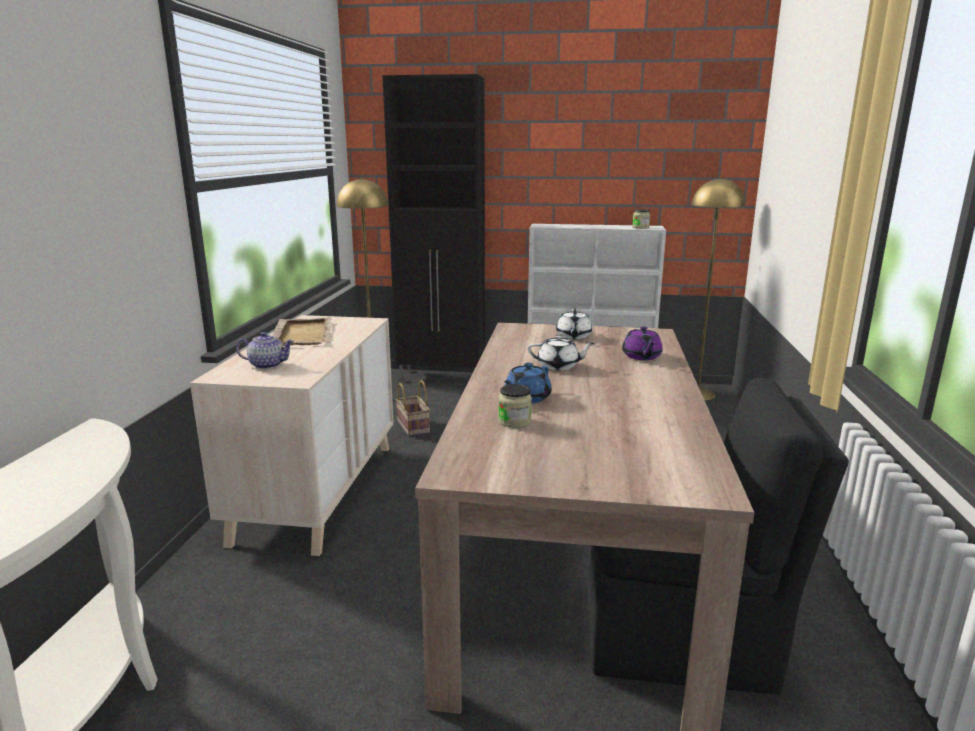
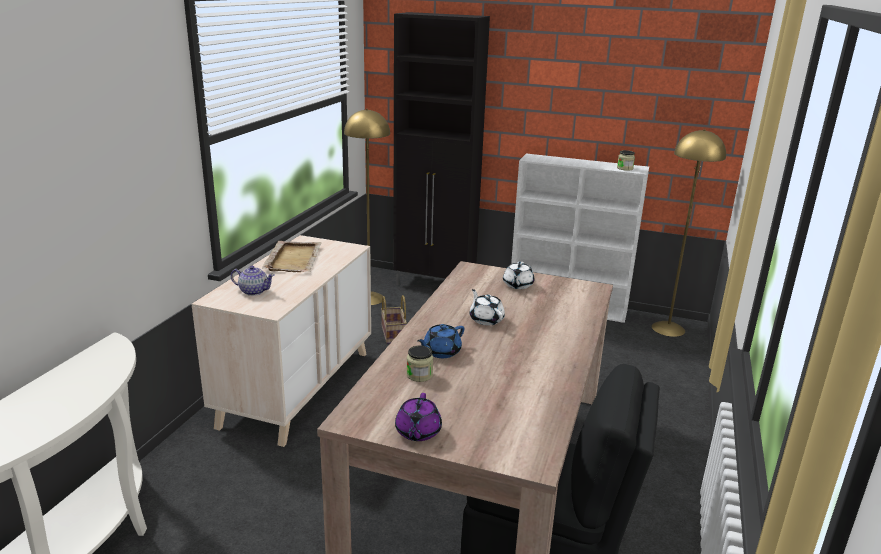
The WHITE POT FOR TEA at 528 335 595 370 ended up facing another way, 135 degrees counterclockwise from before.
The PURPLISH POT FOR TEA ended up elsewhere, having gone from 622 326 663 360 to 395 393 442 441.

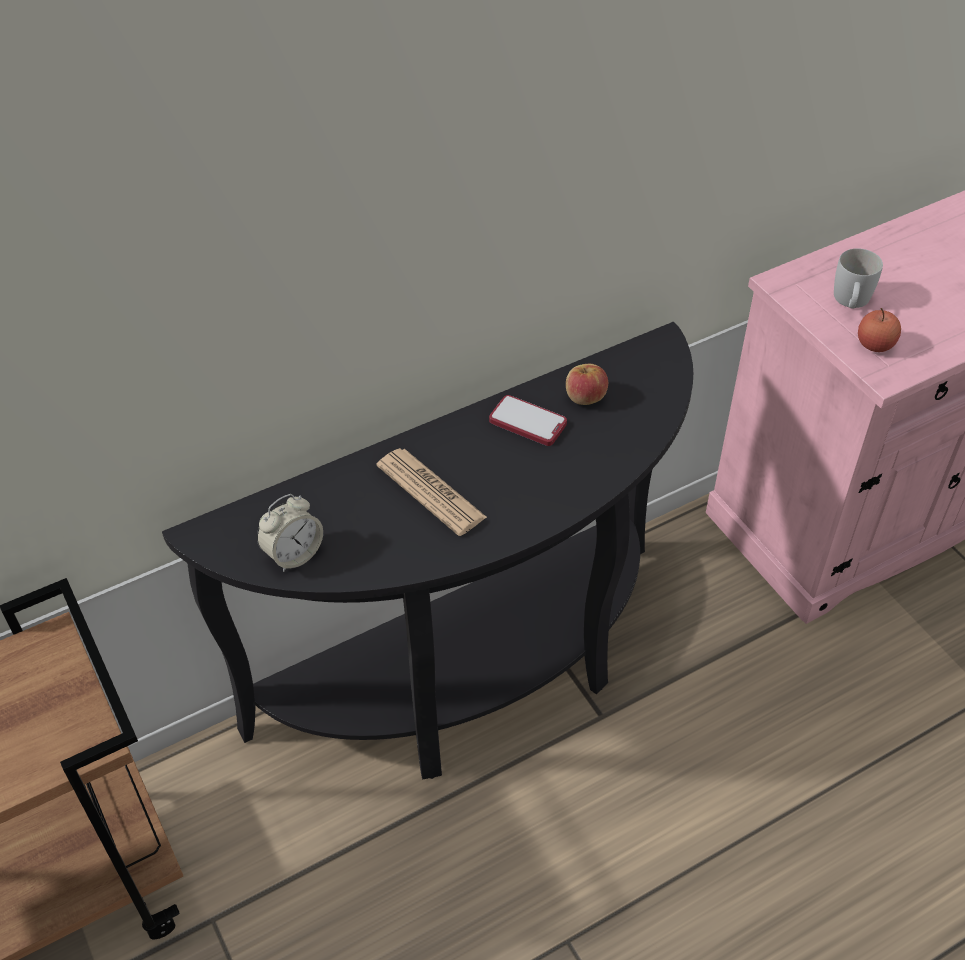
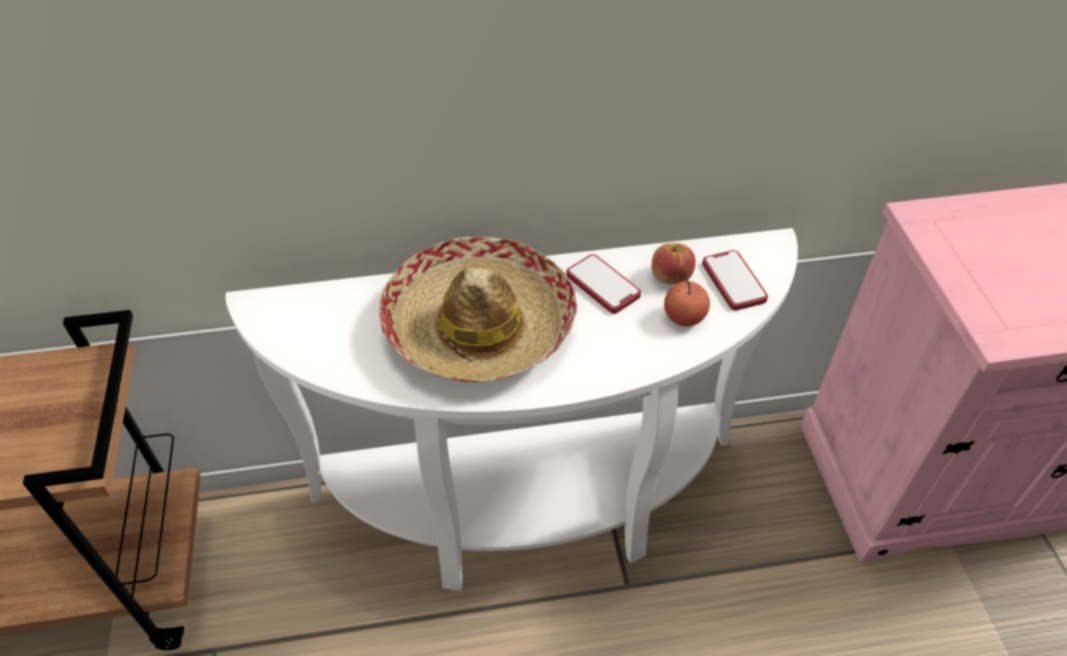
What was the BLACK-COLOURED CONSOLE TABLE at 162 322 693 779 turned into the WHITE CONSOLE TABLE at 225 228 798 591.
The second view lost the BEDSIDE CLOCK at 257 494 323 572.
Where the DAILY PAPER stood at 376 448 487 536, the WEARABLE HAT came to stand at 379 236 577 382.
The second view lost the WHITE MUG at 834 248 883 309.
The APPLE ended up elsewhere, having gone from 858 308 901 352 to 664 280 710 327.
The second view gained the HANDSET at 702 250 768 310.

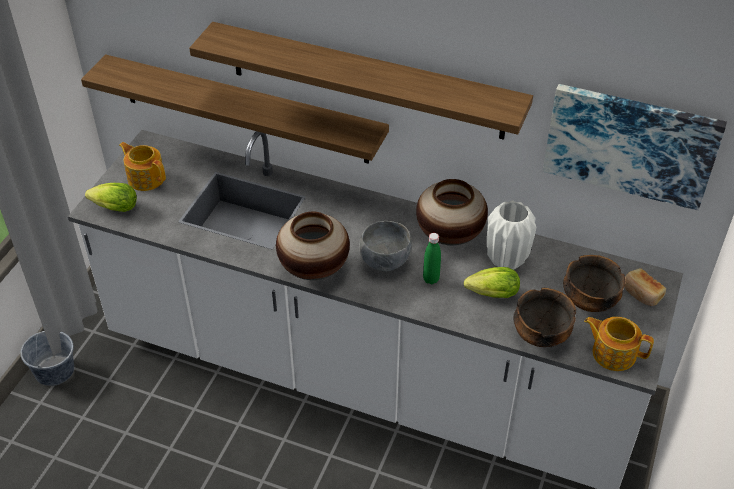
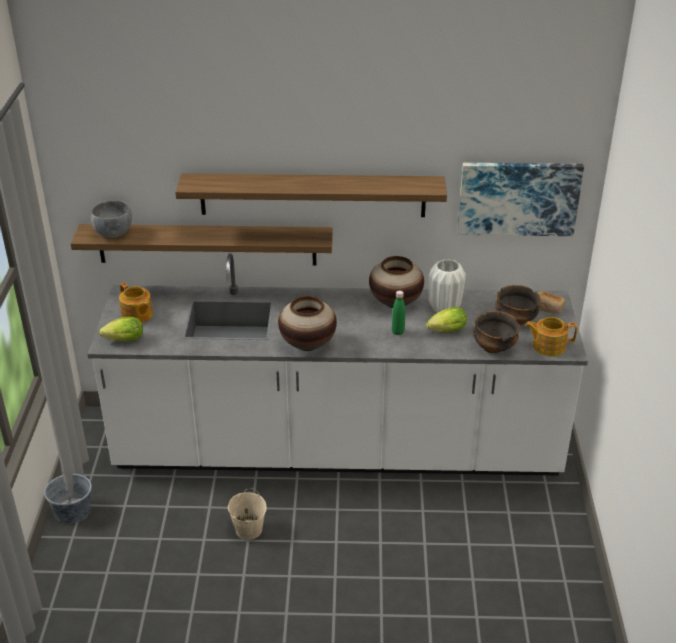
The POT FOR TEA at 119 142 166 191 ended up facing another way, 150 degrees counterclockwise from before.
The GREYISH SERVING BOWL ended up elsewhere, having gone from 359 221 412 271 to 90 201 132 238.
The second view gained the SAND-COLOURED WATER BUCKET at 228 488 267 540.

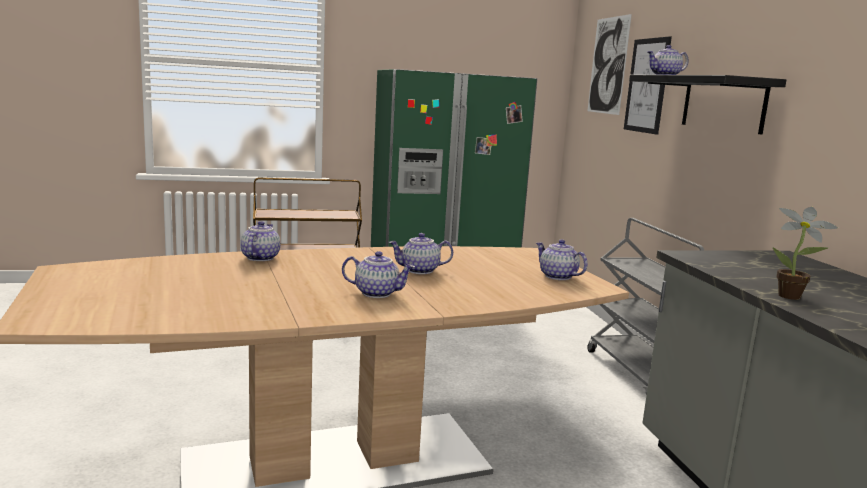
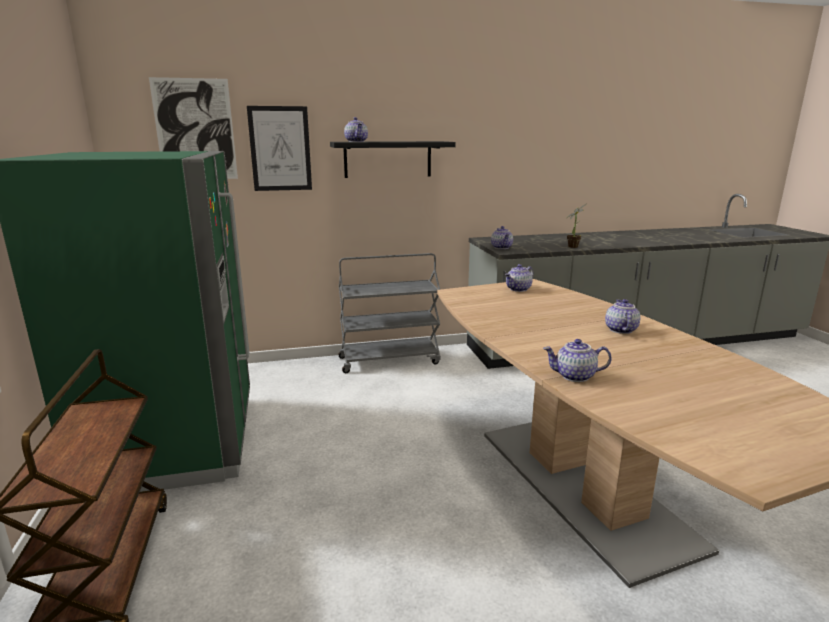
The POT FOR TEA ended up elsewhere, having gone from 389 233 453 274 to 491 226 513 249.

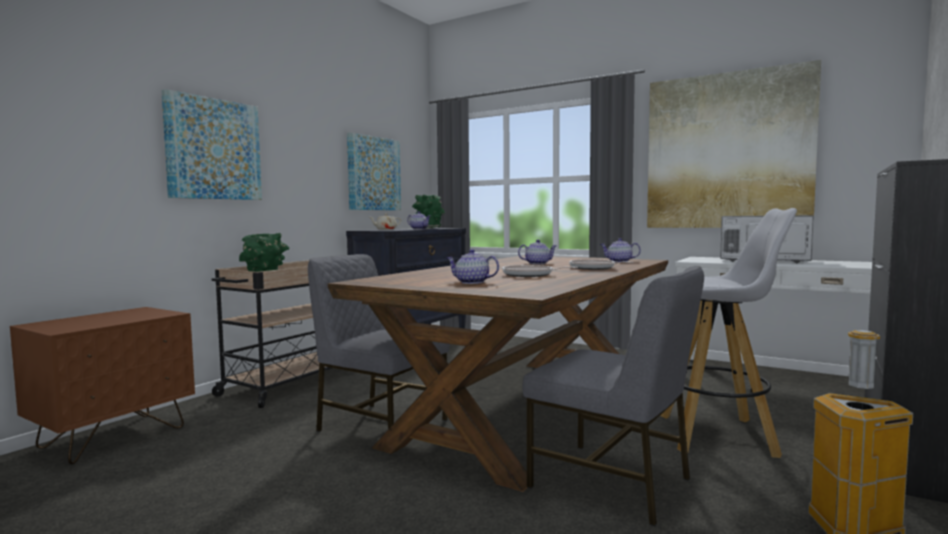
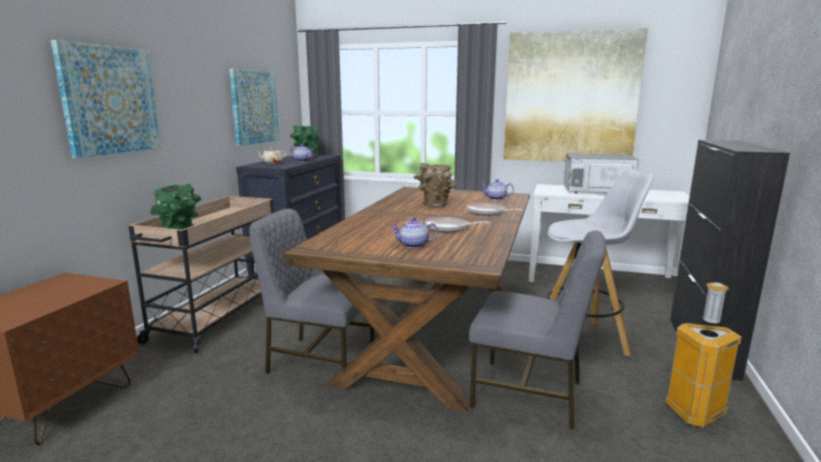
Where the POT FOR TEA stood at 518 240 556 265, the BROWN VASE came to stand at 414 163 456 206.

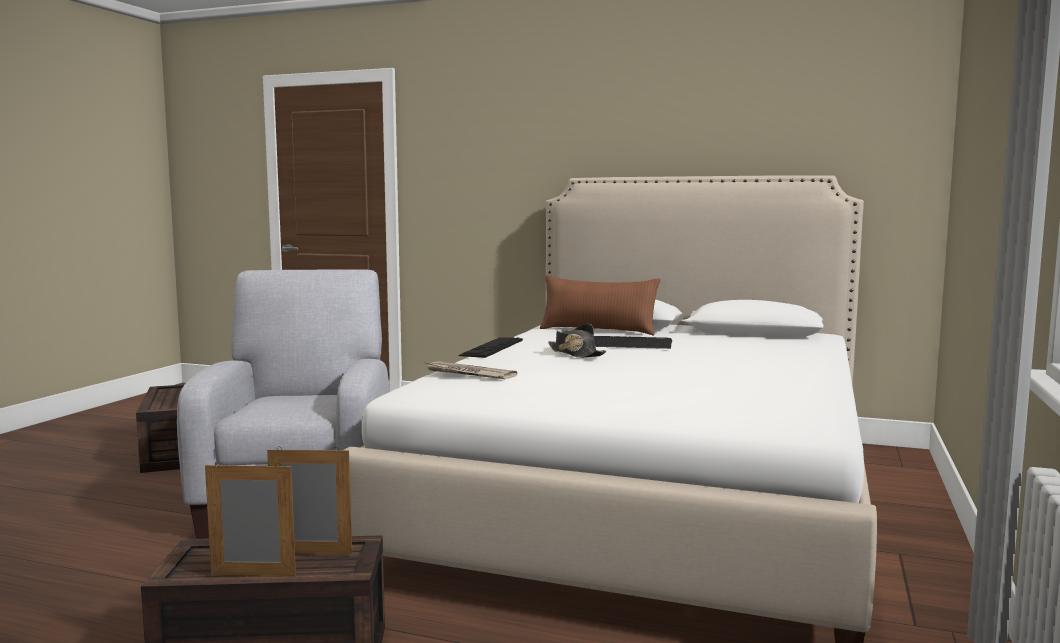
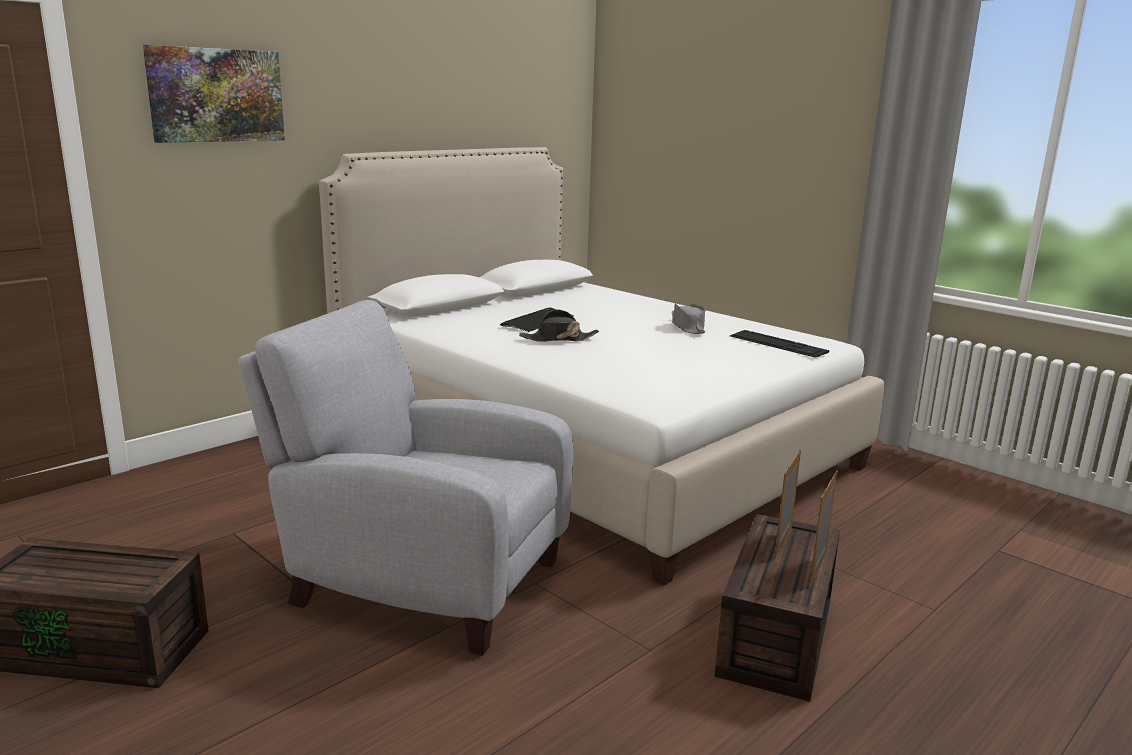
The second view lost the DAILY PAPER at 424 361 517 379.
The COMPUTER KEYBOARD ended up elsewhere, having gone from 459 338 523 358 to 730 330 829 358.
The second view lost the BROWN CUSHION at 540 275 661 335.
The second view gained the WALL PICTURE at 143 45 285 143.
The second view gained the GREYISH WEARABLE HAT at 672 303 705 334.

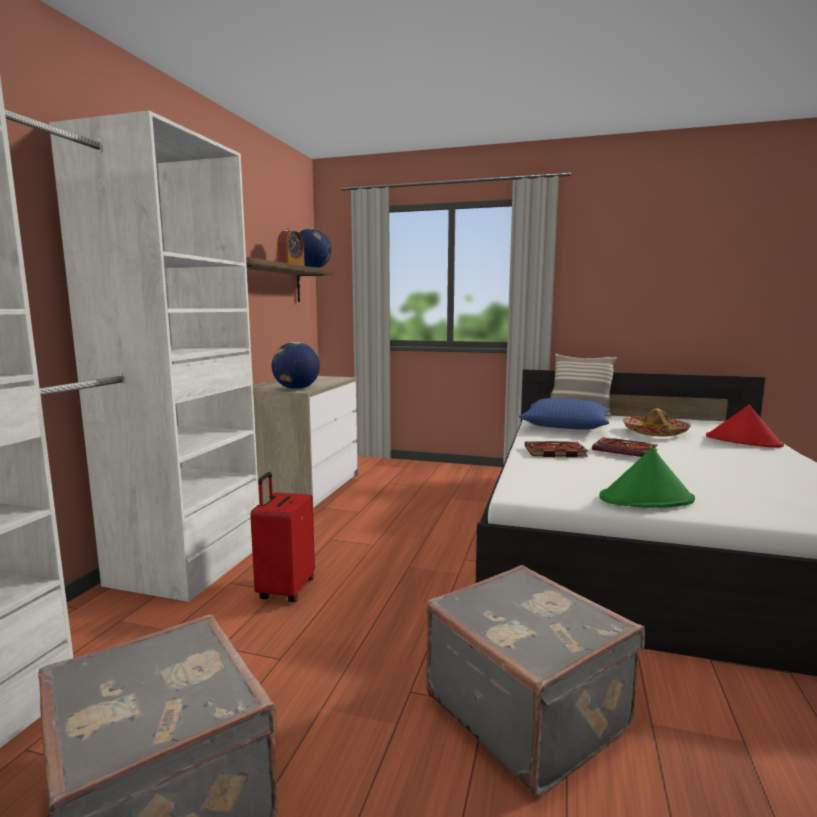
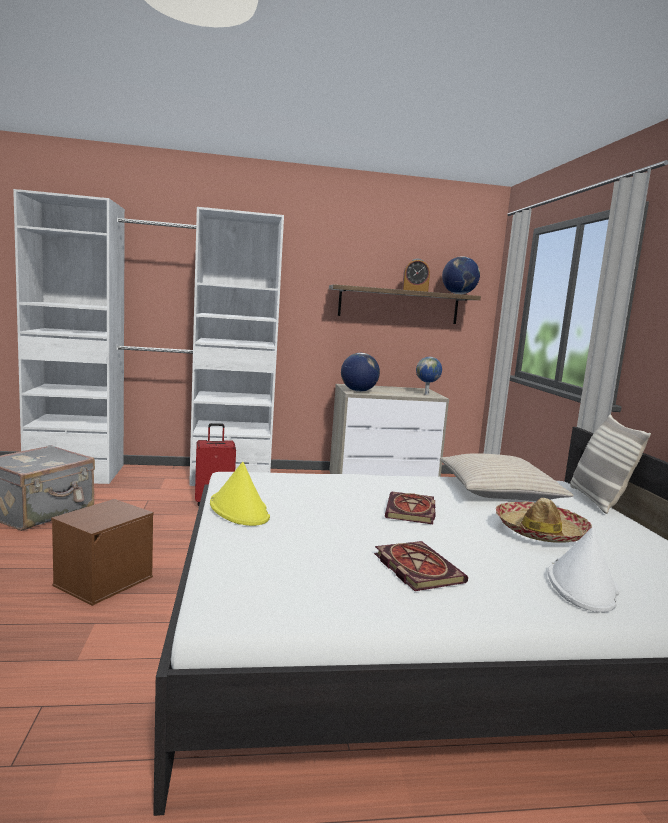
Where the GREYISH SUITCASE stood at 426 565 645 796, the BROWN STORAGE BOX came to stand at 51 499 154 606.
What was the BLUE CUSHION at 519 398 610 430 turned into the SAND-COLOURED CUSHION at 440 453 574 501.
The VOLUME ended up elsewhere, having gone from 525 441 588 457 to 374 541 468 591.
What was the GREEN WEARABLE HAT at 599 447 695 508 turned into the YELLOW-COLOURED WEARABLE HAT at 210 462 270 526.
What was the RED WEARABLE HAT at 706 405 784 448 turned into the WHITE WEARABLE HAT at 548 527 619 612.
The second view gained the DESK GLOBE at 416 357 442 395.

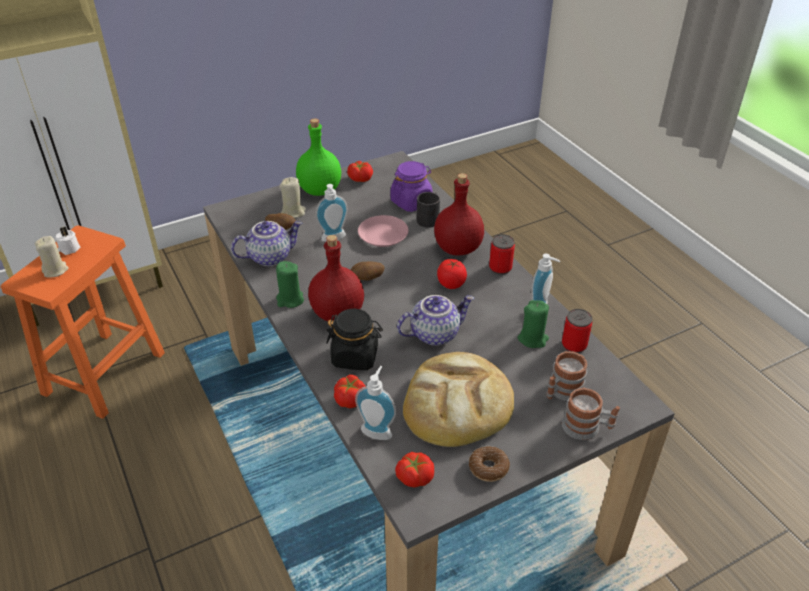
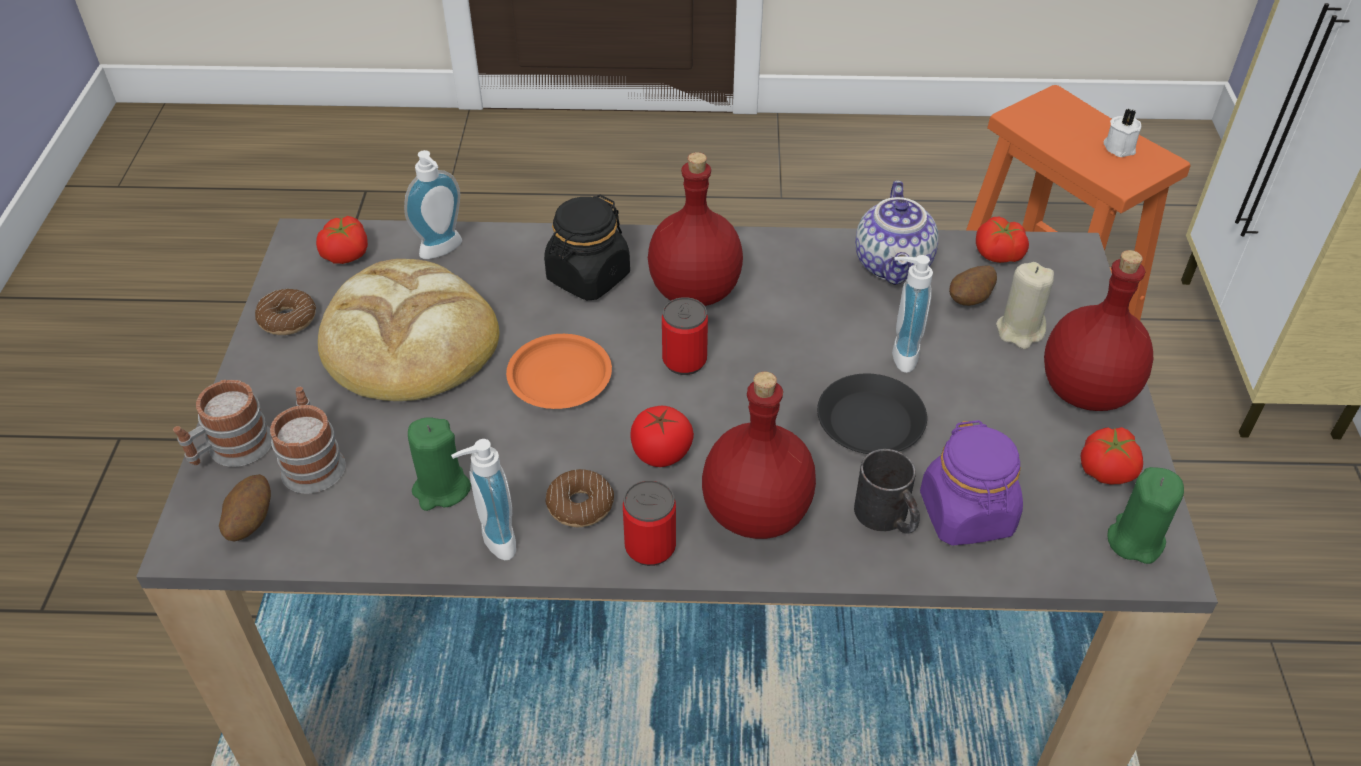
The second view lost the SAND-COLOURED CANDLE at 35 236 68 278.
The GREEN CANDLE ended up elsewhere, having gone from 276 261 304 308 to 1107 467 1184 564.
What was the GREEN DRINK BOTTLE at 296 118 341 196 turned into the RED DRINK BOTTLE at 1044 250 1153 411.
The FRESH TOMATO ended up elsewhere, having gone from 334 375 366 408 to 976 217 1029 263.
The WHOLE POTATO ended up elsewhere, having gone from 350 262 384 281 to 219 474 271 542.
What was the PINK FLAT DISH at 358 215 409 247 turned into the BLACK-COLOURED FLAT DISH at 817 374 927 454.
Where the POT FOR TEA stood at 397 295 474 346, the ORANGE-COLOURED FLAT DISH came to stand at 506 334 612 409.
The SEALED CAN ended up elsewhere, having gone from 562 309 592 353 to 662 297 708 375.
The second view gained the DOUGHNUT at 546 469 614 527.

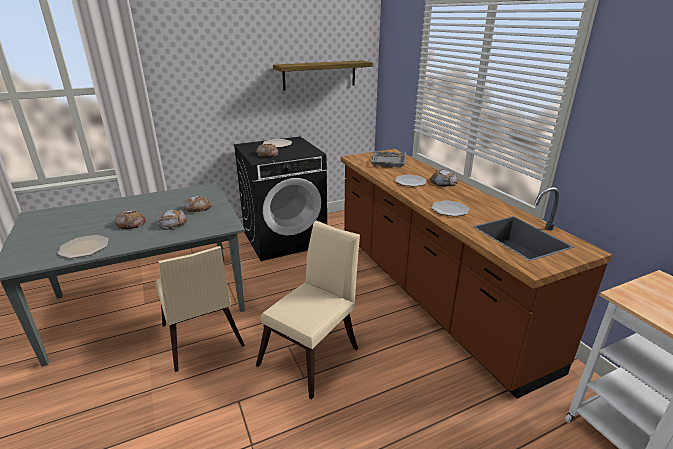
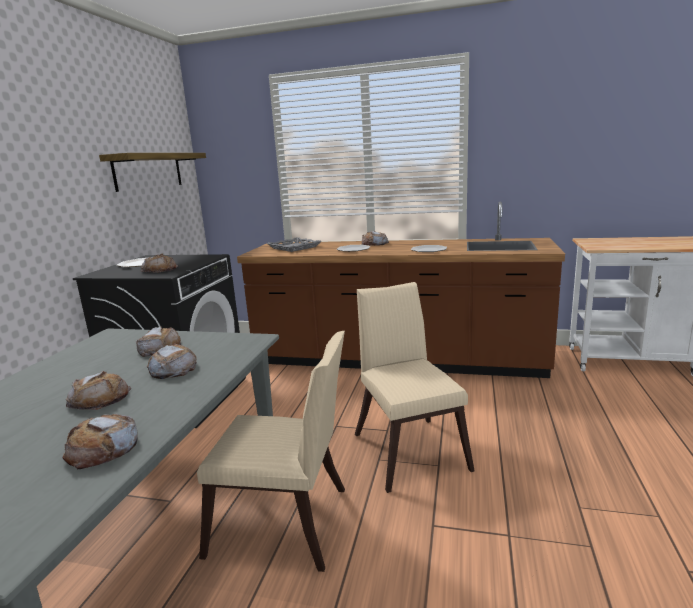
Where the FLAT DISH stood at 58 235 109 258, the BREAD came to stand at 63 414 138 469.

